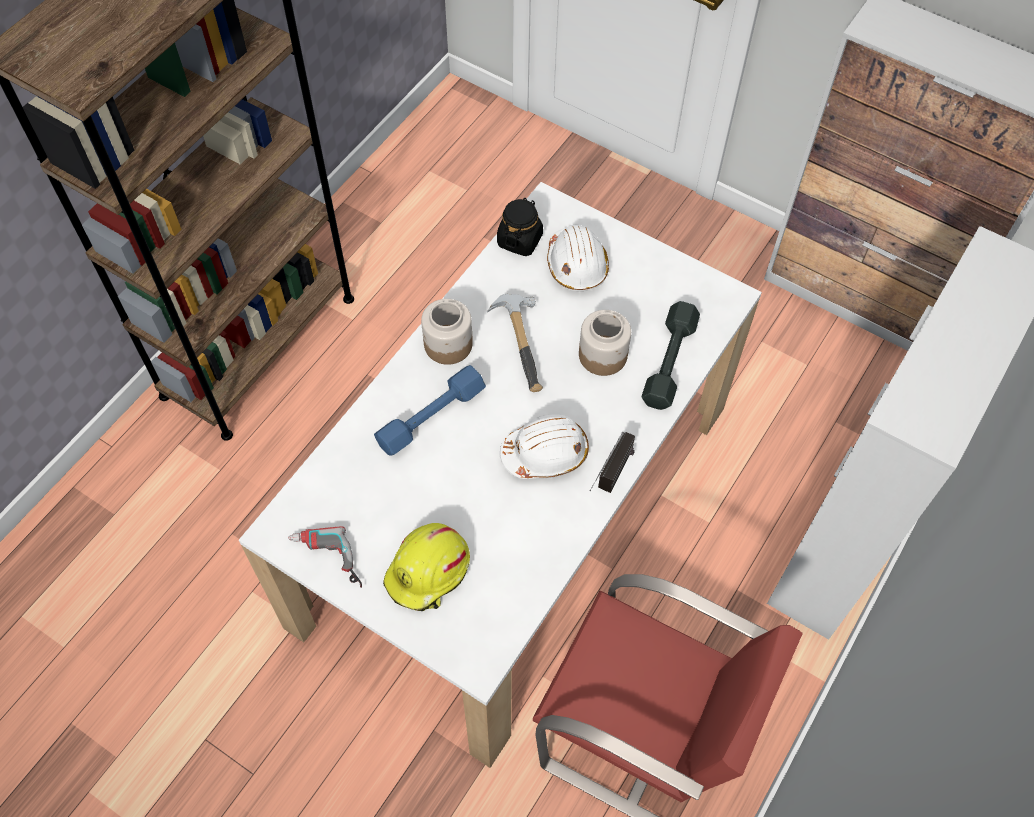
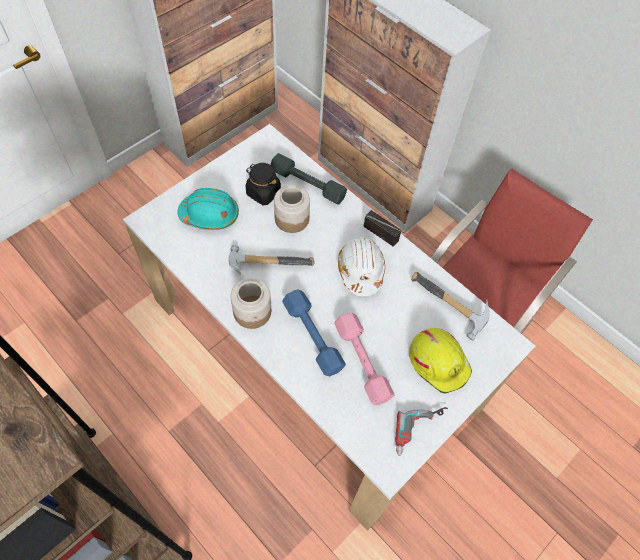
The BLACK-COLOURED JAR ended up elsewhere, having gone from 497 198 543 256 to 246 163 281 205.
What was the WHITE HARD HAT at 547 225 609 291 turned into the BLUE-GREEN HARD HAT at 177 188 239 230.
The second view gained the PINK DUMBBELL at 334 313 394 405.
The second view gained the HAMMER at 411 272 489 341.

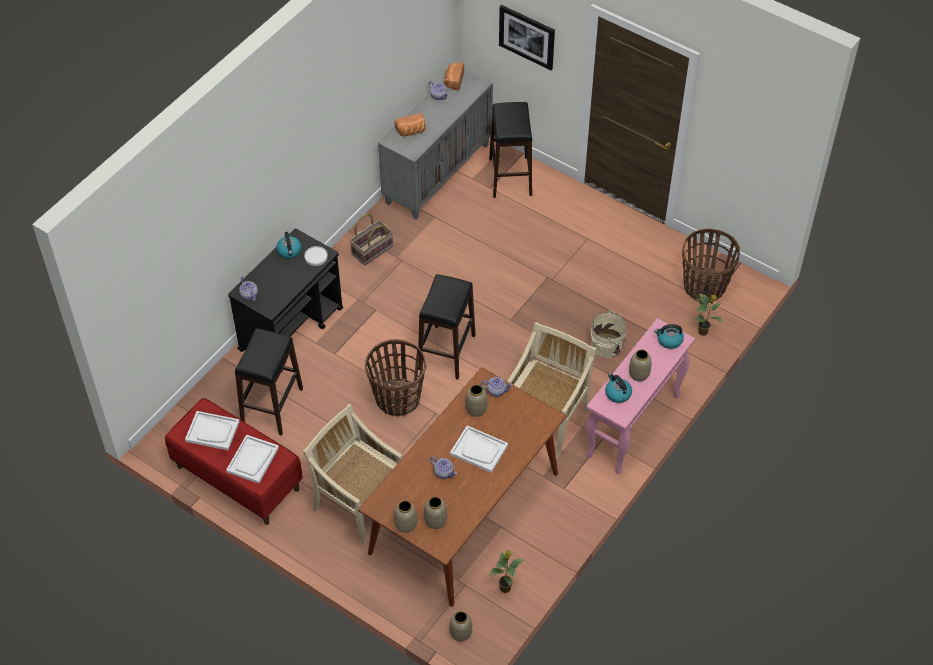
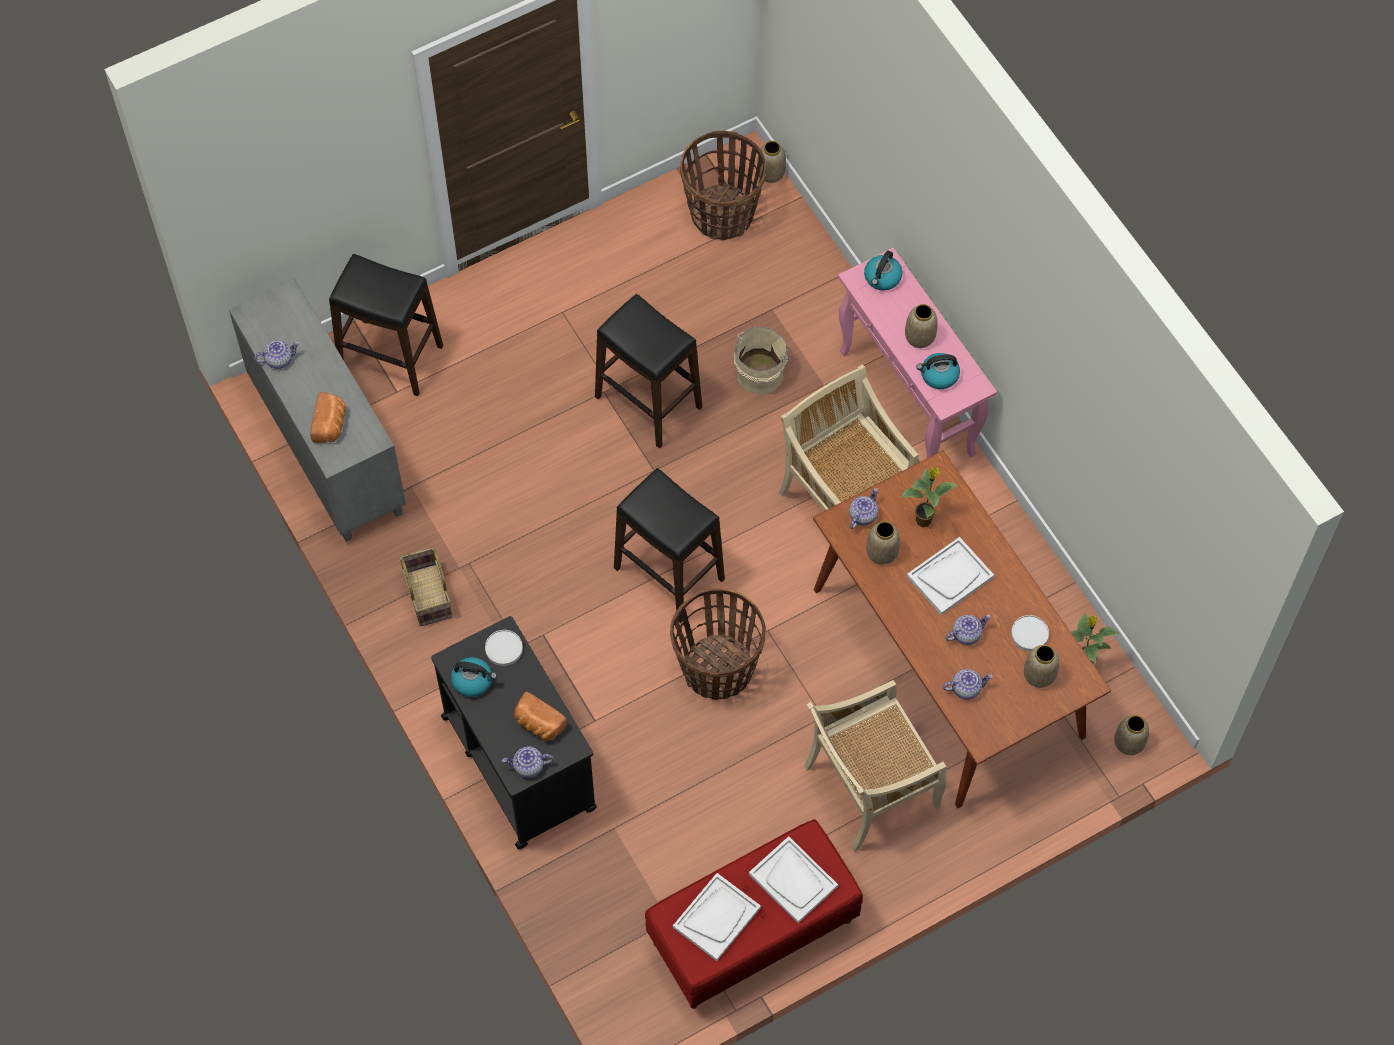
The BLACK-COLOURED STOOL SEAT ended up elsewhere, having gone from 235 328 303 436 to 595 294 702 449.
The VASE ended up elsewhere, having gone from 394 500 417 533 to 757 141 786 183.
The BREAD ended up elsewhere, having gone from 444 63 464 90 to 514 692 567 741.
The second view lost the WALL PICTURE at 499 5 555 70.
The POTTED PLANT ended up elsewhere, having gone from 695 294 722 336 to 900 467 958 527.
The second view gained the POT FOR TEA at 943 669 993 700.
The second view gained the WHITE FLAT DISH at 1011 615 1049 651.

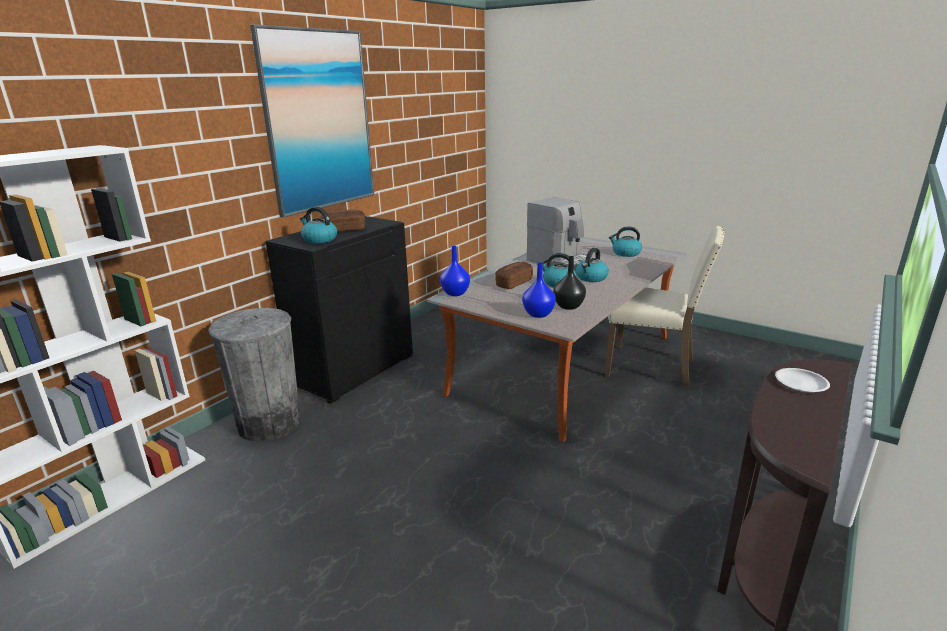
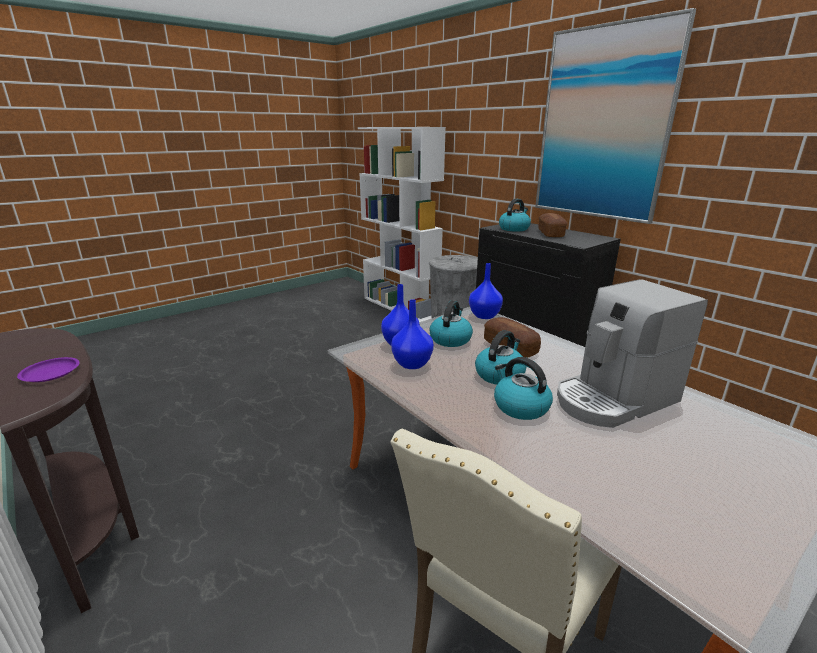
What was the BLACK-COLOURED VASE at 553 256 586 310 turned into the BLUE VASE at 391 299 434 369.
The WATER KETTLE ended up elsewhere, having gone from 609 227 642 257 to 429 300 473 347.
What was the WHITE FLAT DISH at 775 368 830 393 turned into the PURPLISH FLAT DISH at 17 357 80 382.

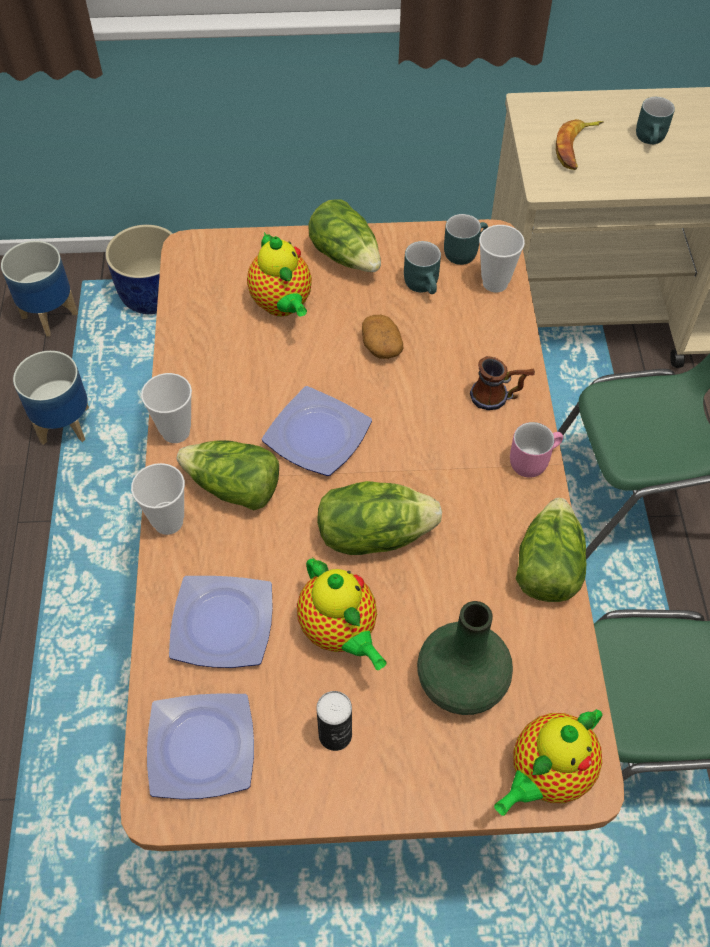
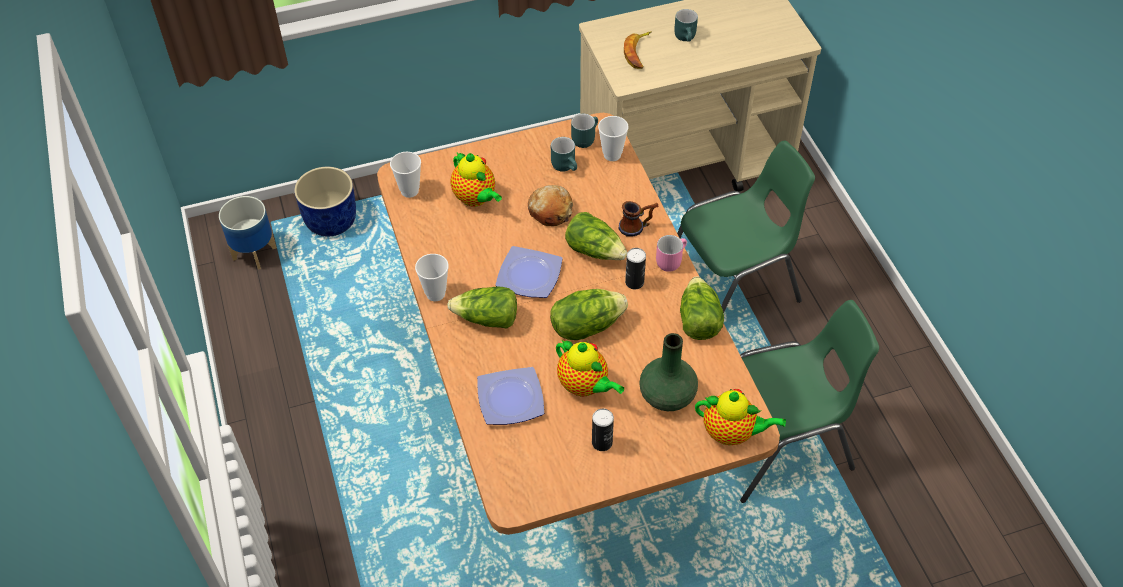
The second view lost the PLANT POT at 13 351 89 445.
The DRINKING CUP ended up elsewhere, having gone from 131 463 185 535 to 390 152 421 198.
The second view lost the FLAT DISH at 147 694 254 799.
The HEAD OF LETTUCE ended up elsewhere, having gone from 308 200 381 272 to 565 212 627 260.
Where the WHOLE POTATO stood at 362 315 403 359, the BREAD came to stand at 528 185 573 226.
The POT FOR TEA at 494 709 602 816 ended up facing another way, 105 degrees counterclockwise from before.
The second view gained the SEALED CAN at 625 248 646 289.

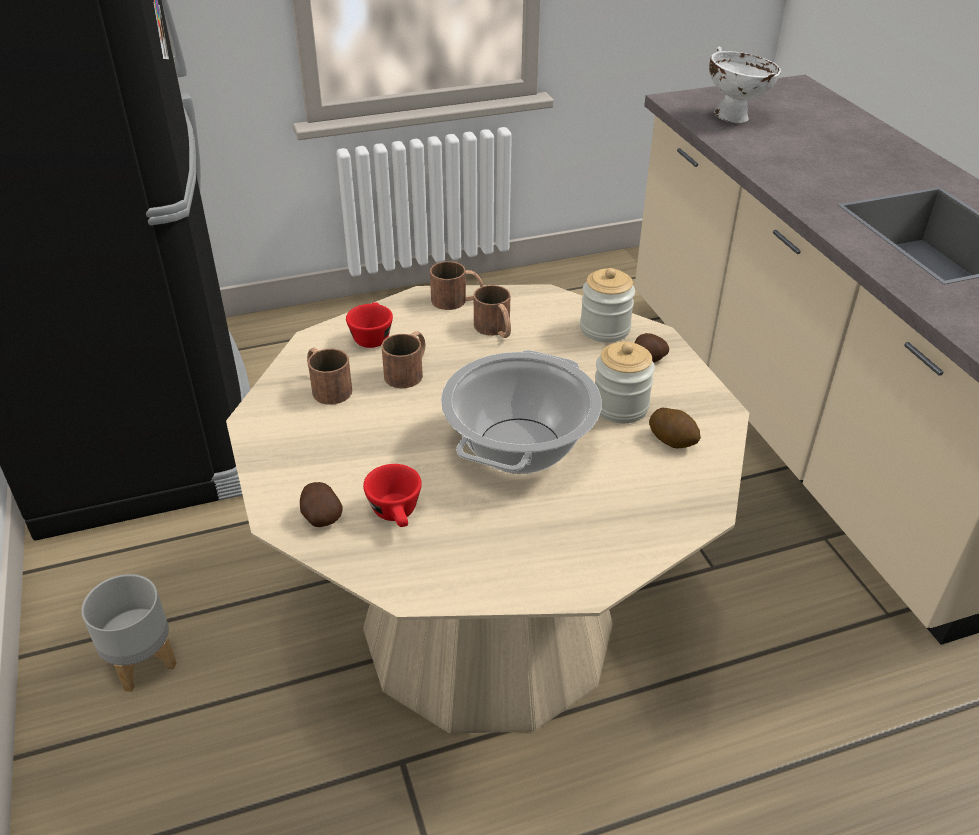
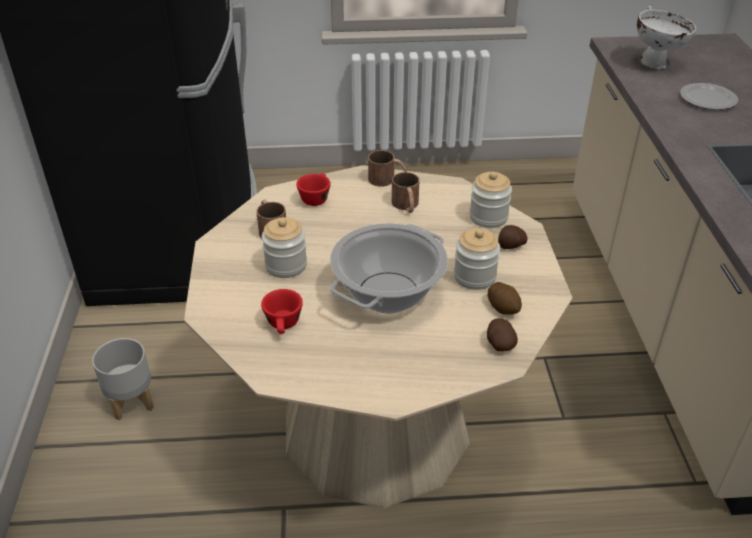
The WHOLE POTATO ended up elsewhere, having gone from 300 482 343 527 to 487 319 518 352.
The second view lost the BROWN MUG at 381 331 425 388.
The second view gained the JAR at 262 217 307 278.
The second view gained the FLAT DISH at 680 83 738 110.

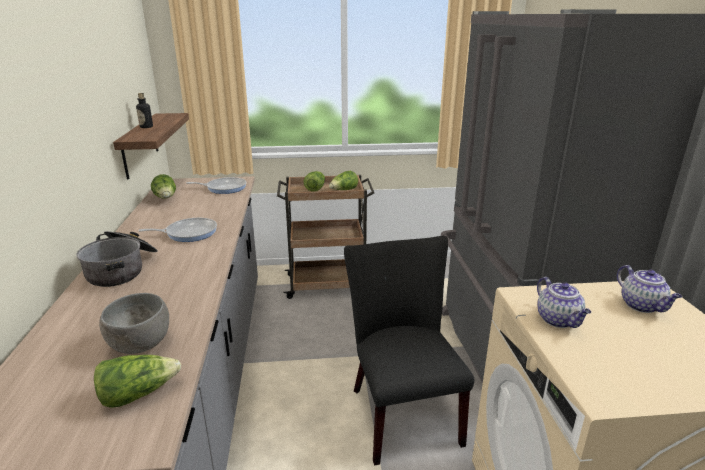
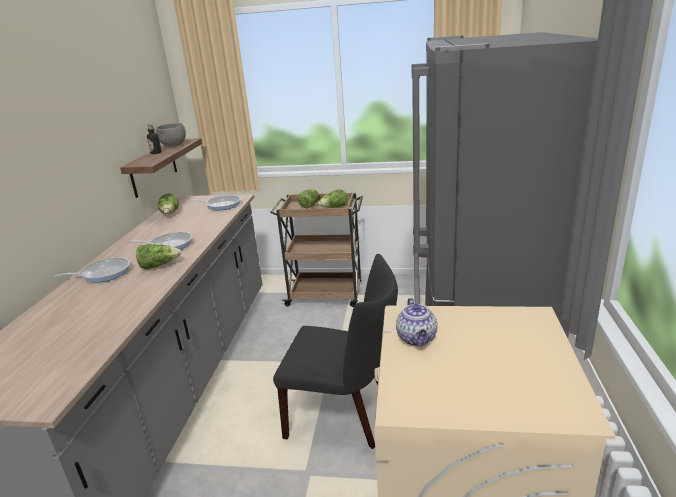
Where the STOCKPOT stood at 77 231 157 287, the PAN came to stand at 54 257 130 283.
The HEAD OF LETTUCE ended up elsewhere, having gone from 94 355 181 408 to 136 244 181 269.
The GREYISH SERVING BOWL ended up elsewhere, having gone from 99 293 169 354 to 156 123 186 147.
The BLACK-COLOURED CHAIR at 344 236 474 465 ended up facing another way, 105 degrees clockwise from before.
The second view lost the POT FOR TEA at 617 265 682 313.

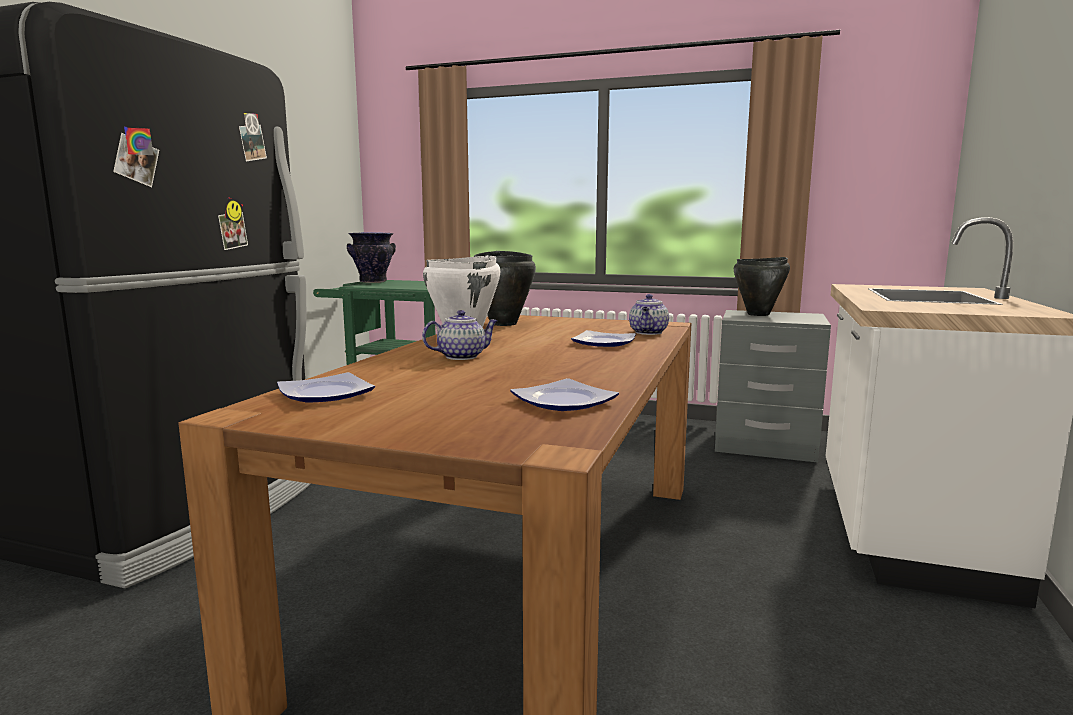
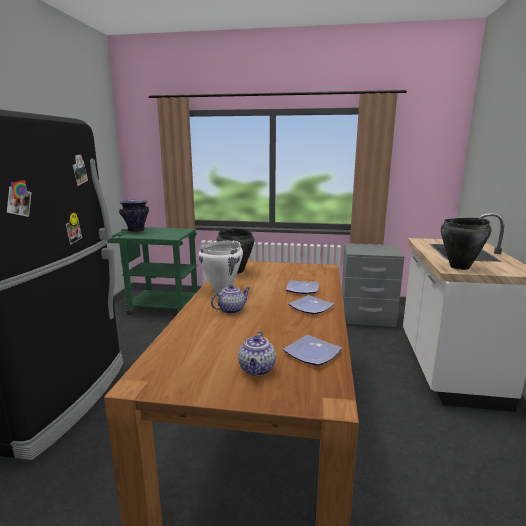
The FLAT DISH ended up elsewhere, having gone from 277 372 375 403 to 288 295 334 314.
The POT FOR TEA ended up elsewhere, having gone from 629 294 669 335 to 238 331 276 376.
The BLACK-COLOURED STOCKPOT ended up elsewhere, having gone from 734 257 790 316 to 441 218 491 270.

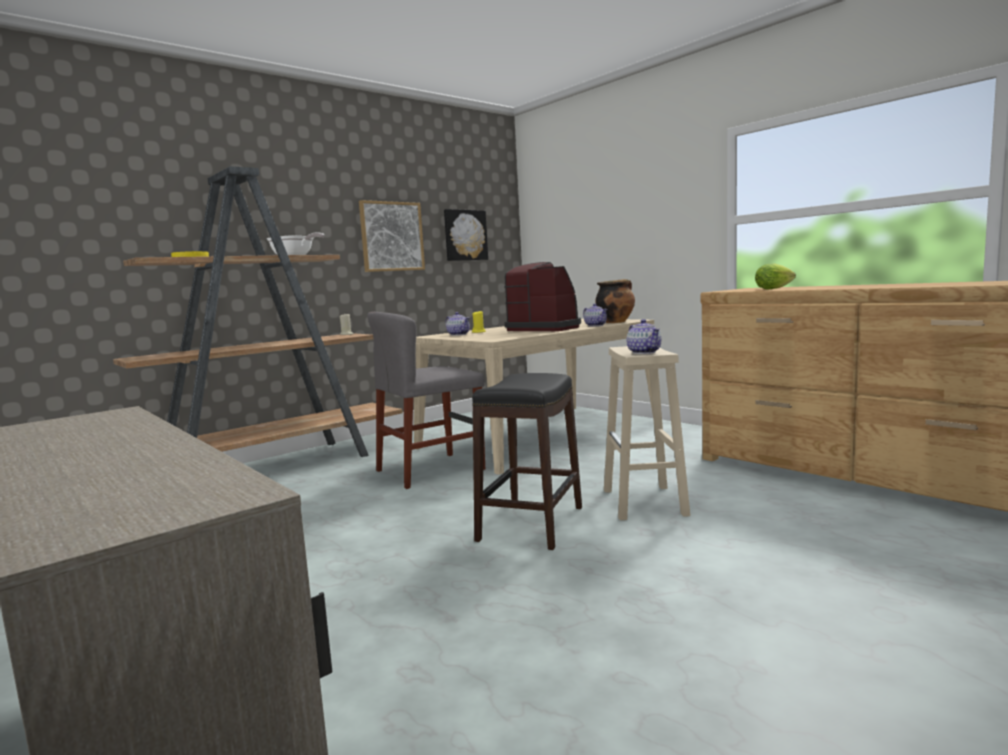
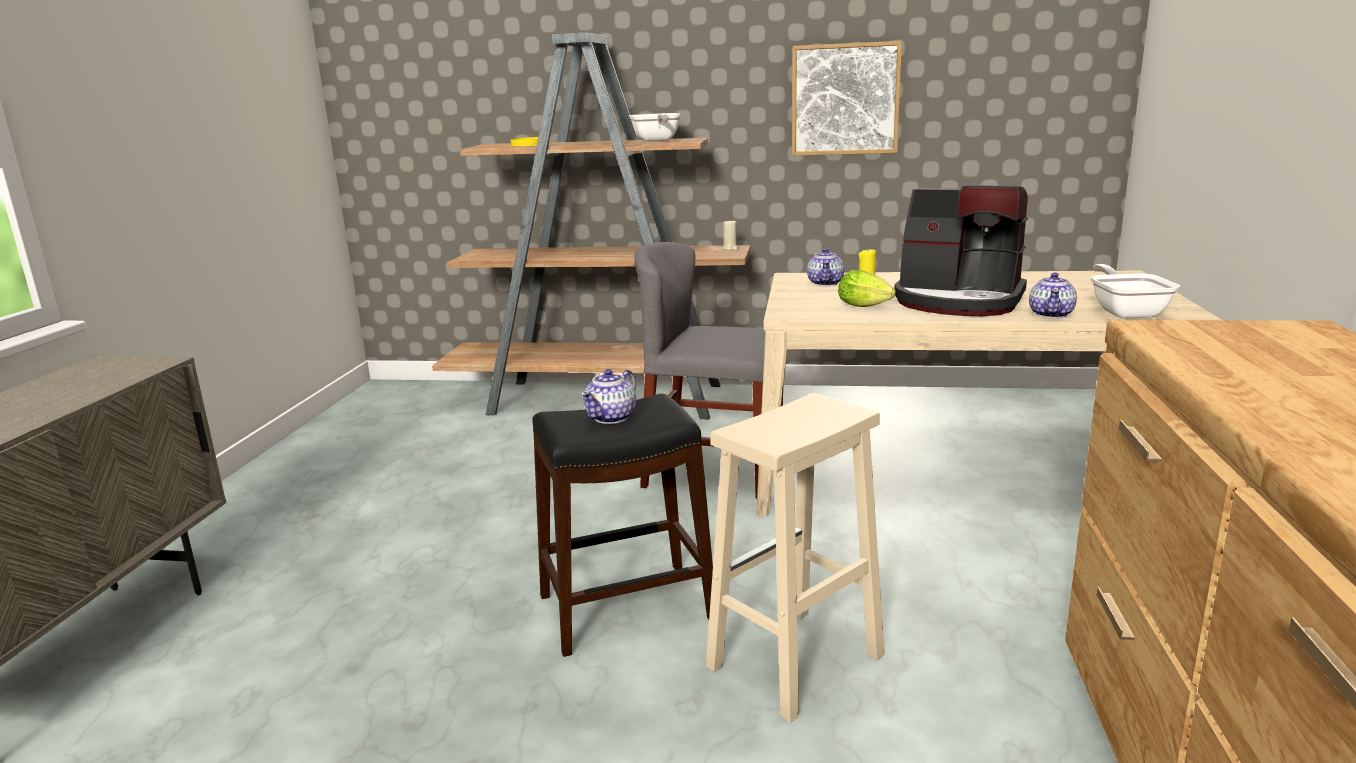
The second view lost the WALL PICTURE at 444 209 488 261.
The COFFEE BREWER at 504 262 581 331 ended up facing another way, 120 degrees clockwise from before.
Where the STOCKPOT stood at 595 279 635 323, the PAN came to stand at 1090 264 1180 319.
The POT FOR TEA ended up elsewhere, having gone from 627 319 661 354 to 581 369 636 424.
The HEAD OF LETTUCE ended up elsewhere, having gone from 755 264 796 290 to 838 270 896 307.

